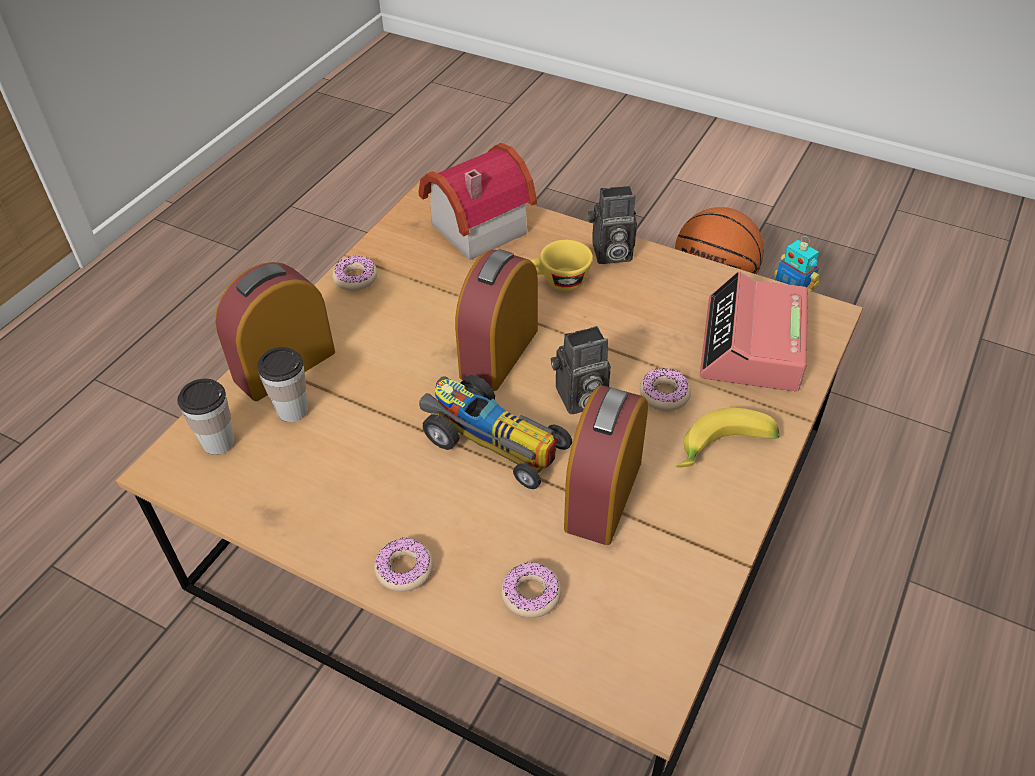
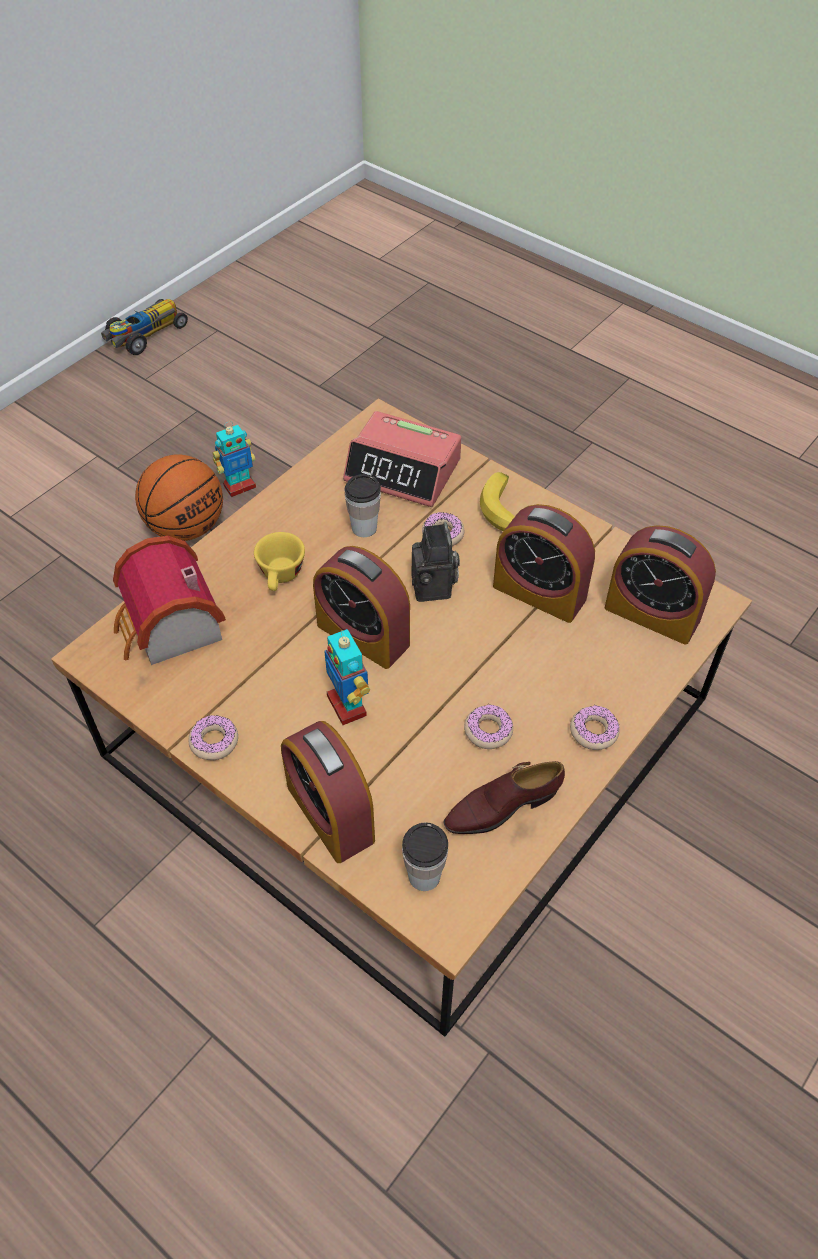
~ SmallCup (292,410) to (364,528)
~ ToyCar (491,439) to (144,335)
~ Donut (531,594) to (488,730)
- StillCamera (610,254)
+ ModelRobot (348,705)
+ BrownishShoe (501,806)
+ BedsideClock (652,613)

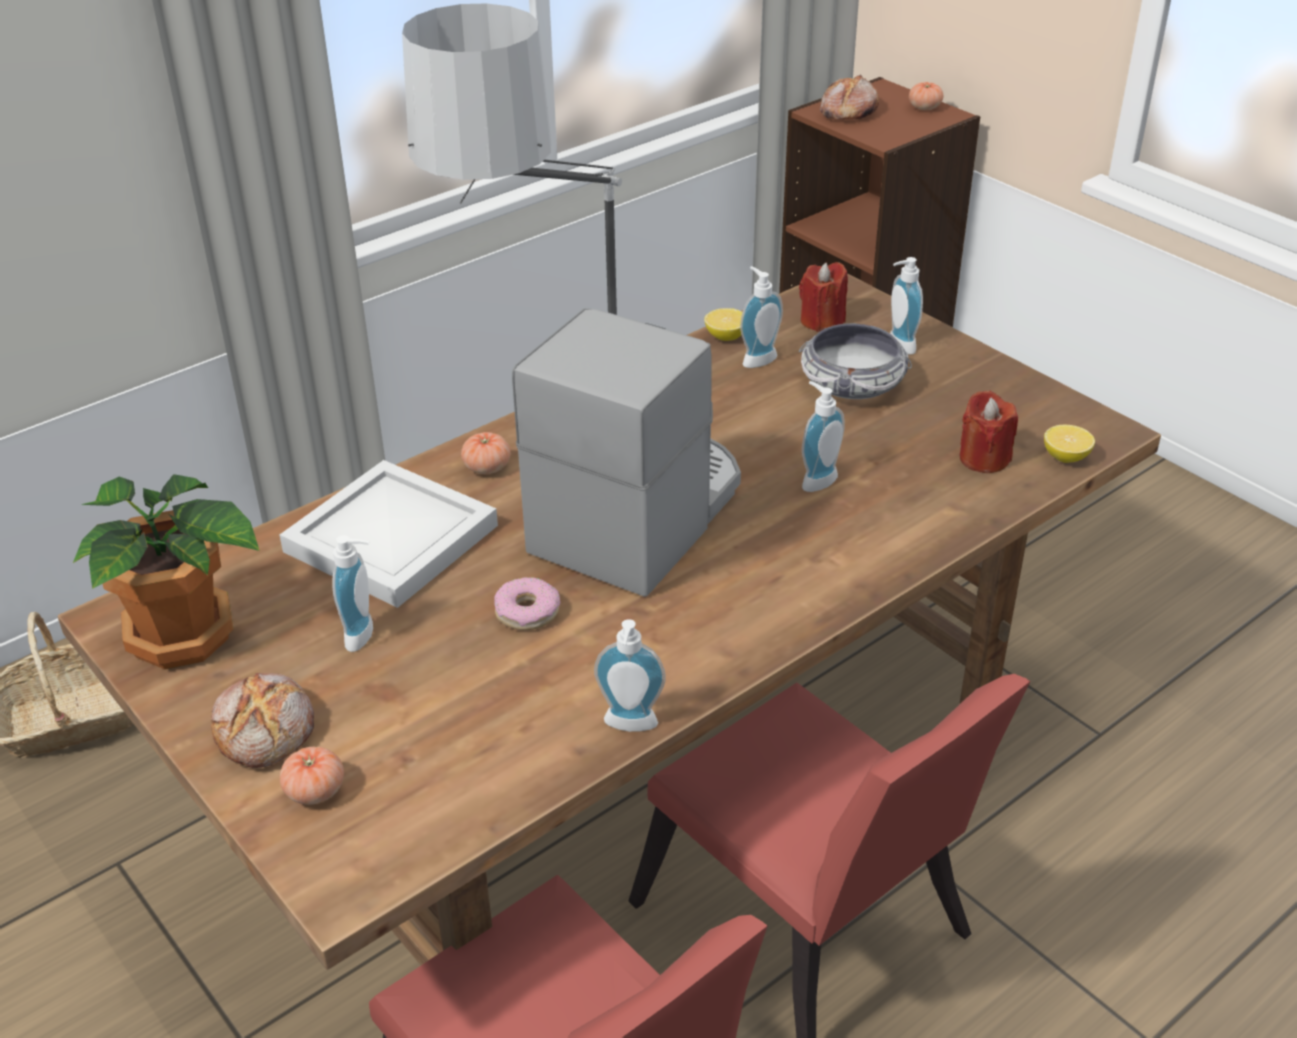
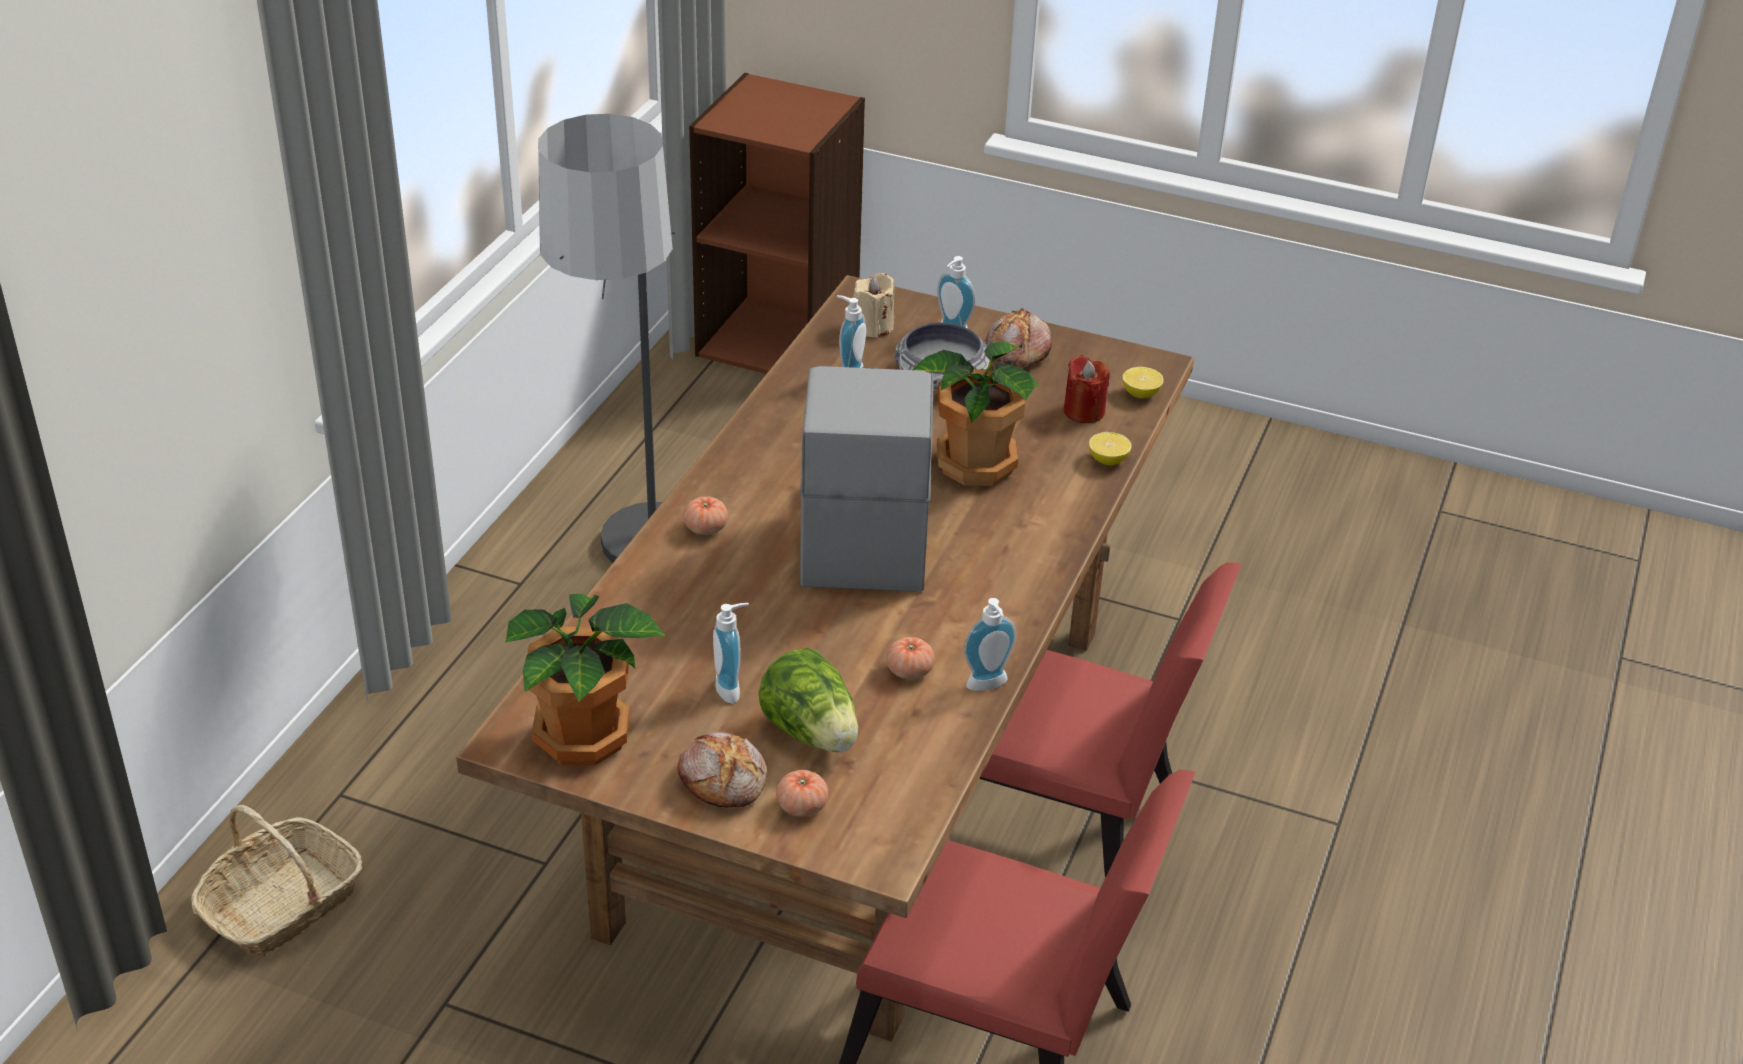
- WhiteTray (391,536)
- Donut (527,612)
~ CitrusFruit (725,337) to (1108,460)
~ ReddishCandle (822,321) to SandColouredCandle (873,327)
~ LiquidSoapBottle (816,479) to Houseplant (974,463)
~ BakedBread (847,111) to (1017,350)
~ WholeTomato (924,107) to (909,671)
+ Lettuce (812,732)

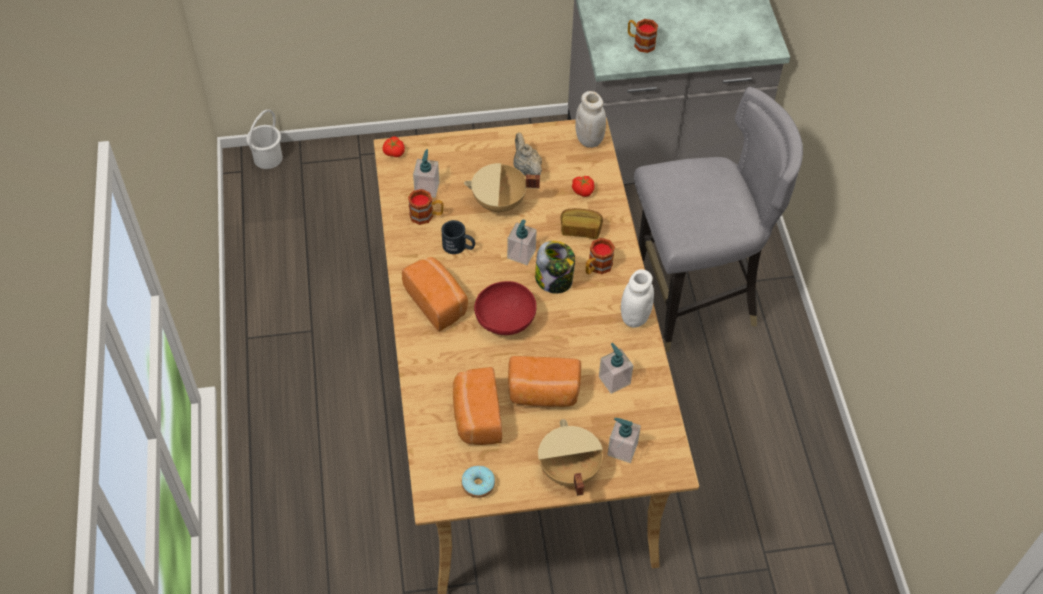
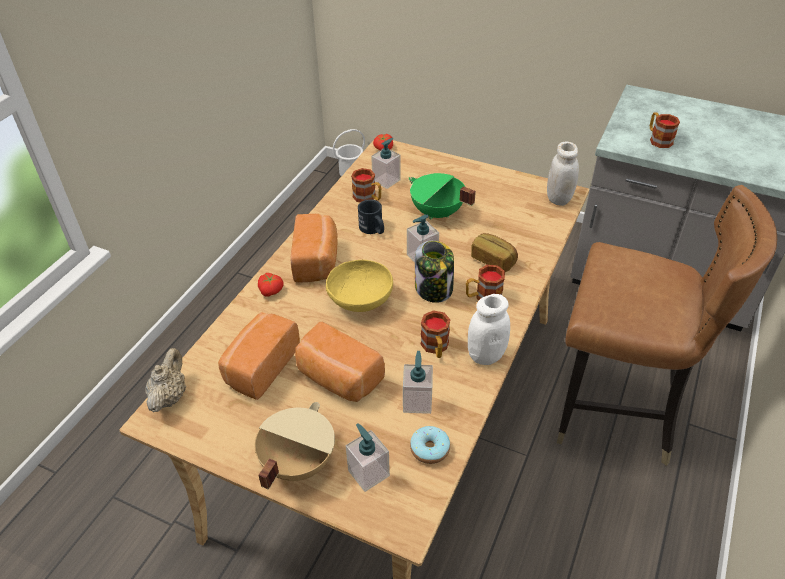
~ Donut (478,484) to (429,449)
~ SandColouredStockpot (499,203) to GreenishStockpot (437,213)
~ ReddishDeepDish (505,321) to YellowishDeepDish (360,301)
~ SandColouredTeapot (526,168) to (170,396)
~ WholeTomato (583,190) to (271,290)
~ GrayPlainChair (693,301) to BrownishPlainChair (614,413)
+ Mug (435,348)

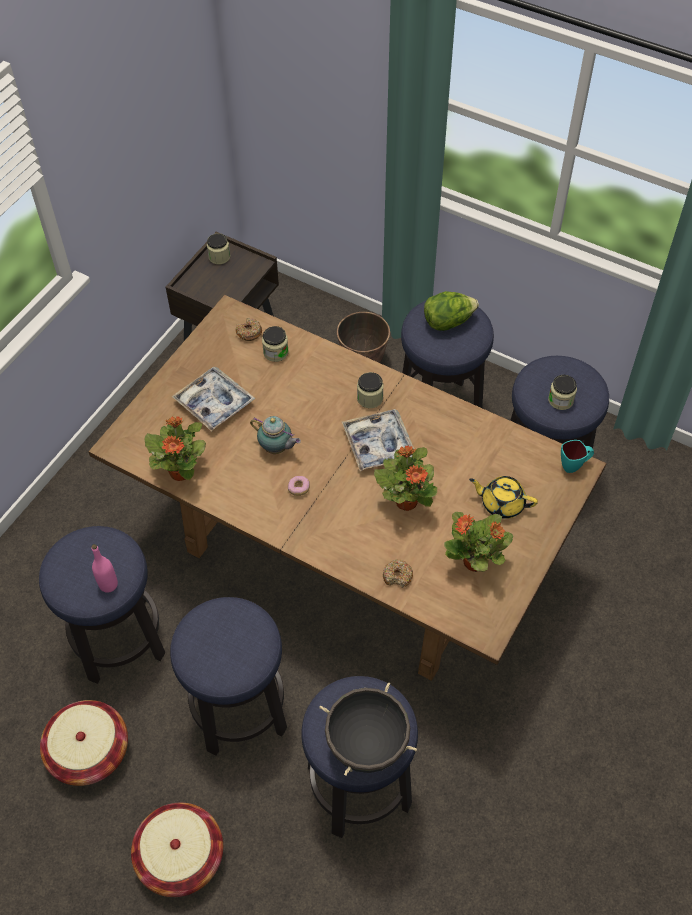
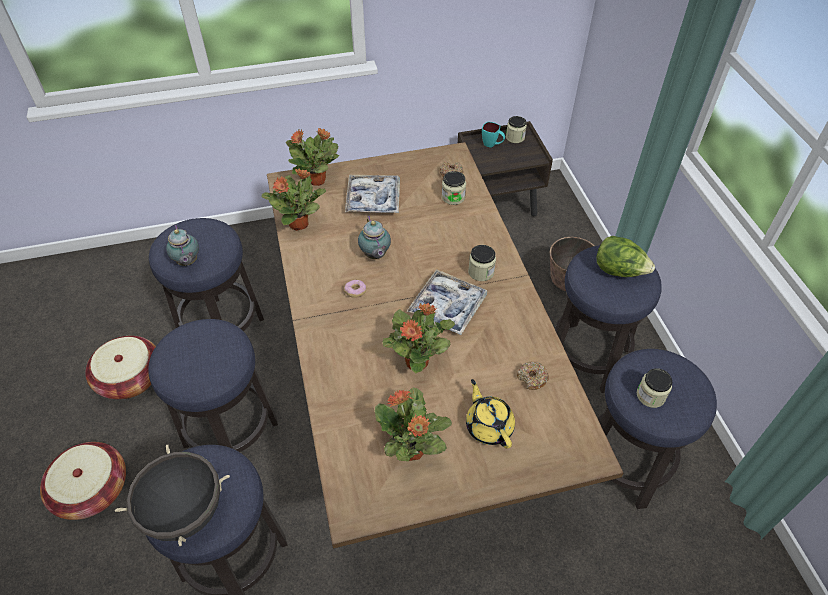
~ PinkishDrinkBottle (108,585) to Teapot (187,262)
~ Donut (397,576) to (532,378)
~ BlueGreenMug (574,465) to (492,145)
+ Houseplant (317,180)

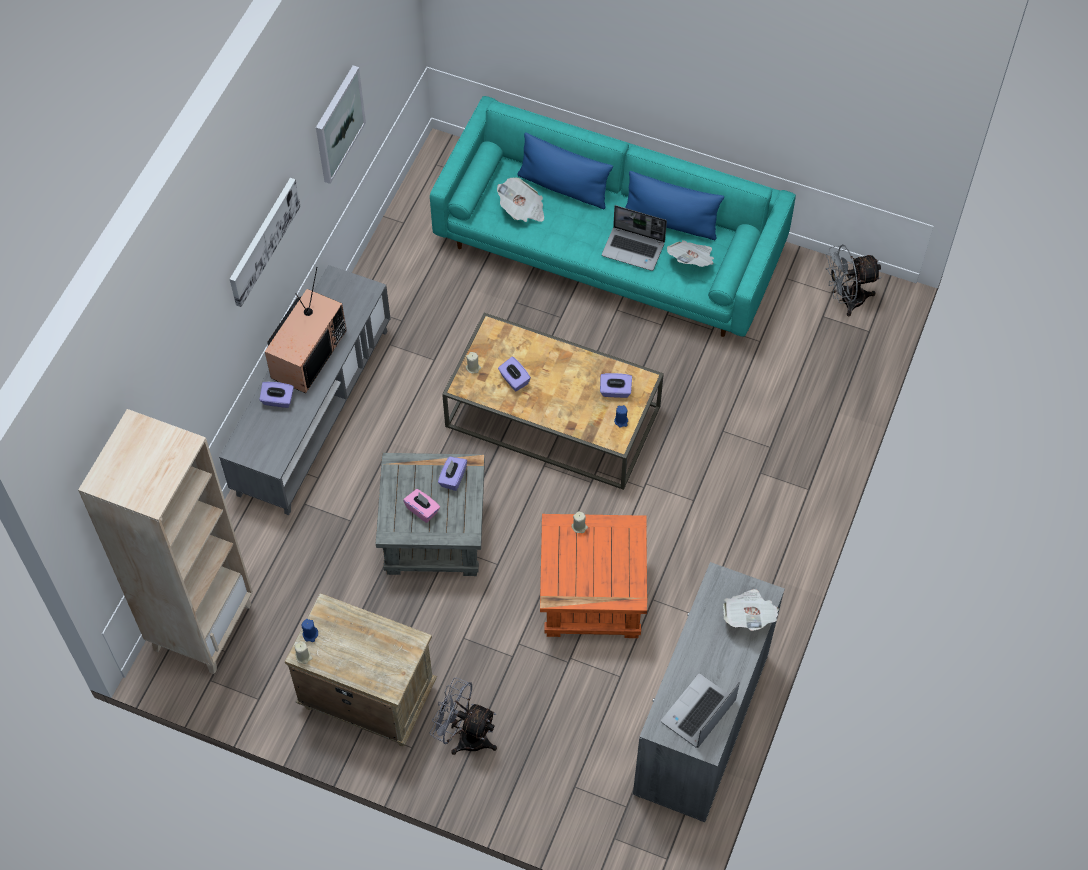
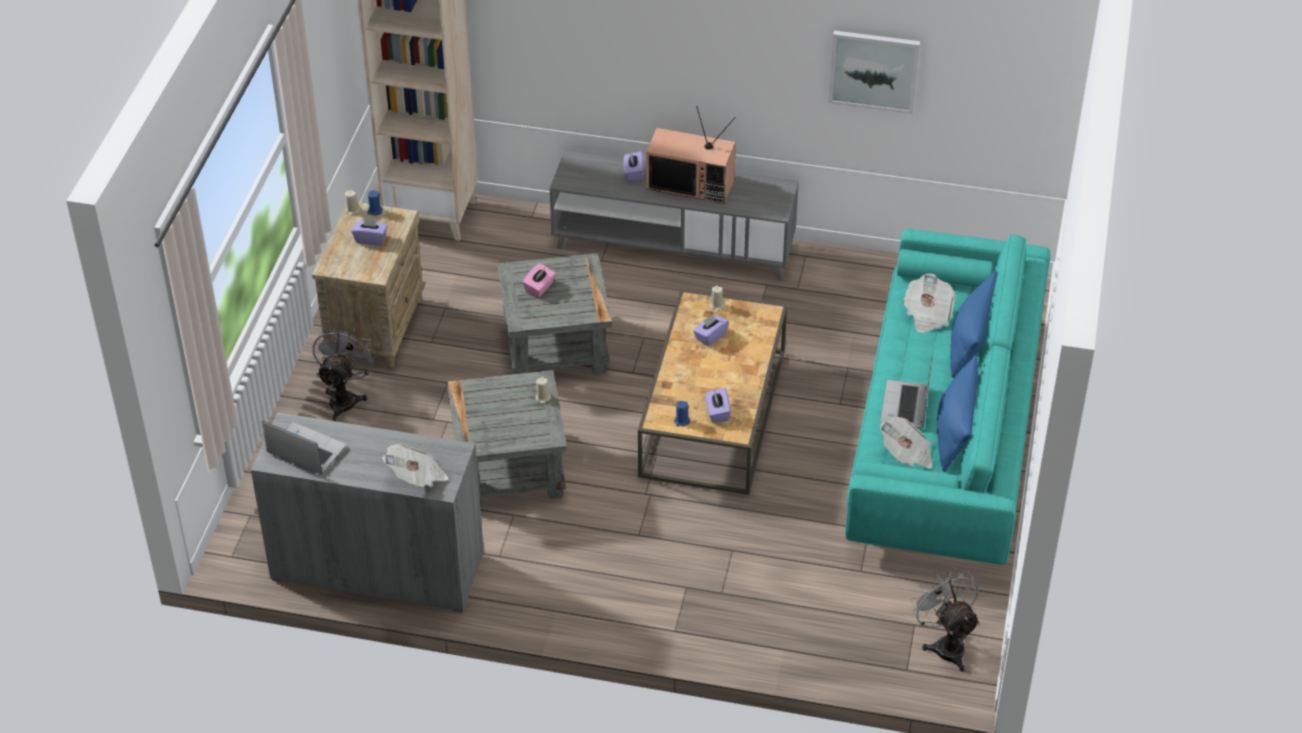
- WallArt (263,240)
~ PurplishTissueHolder (452,478) to (371,239)
~ OrangeAccentTable (591,596) to GrayAccentTable (508,468)

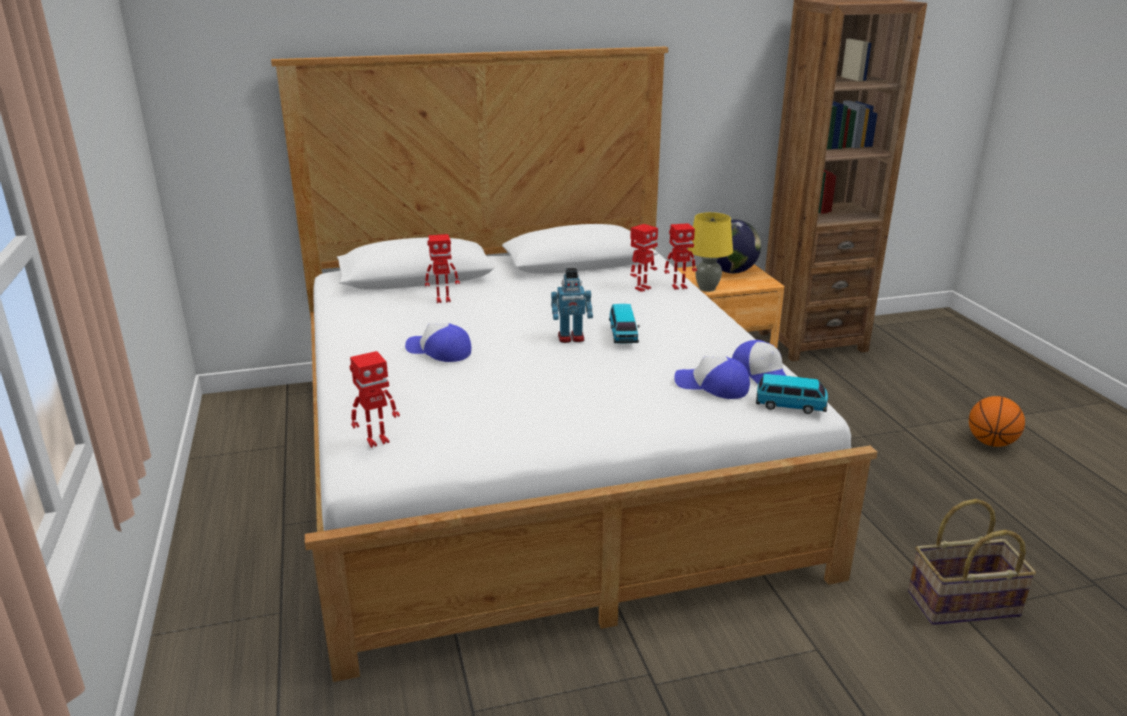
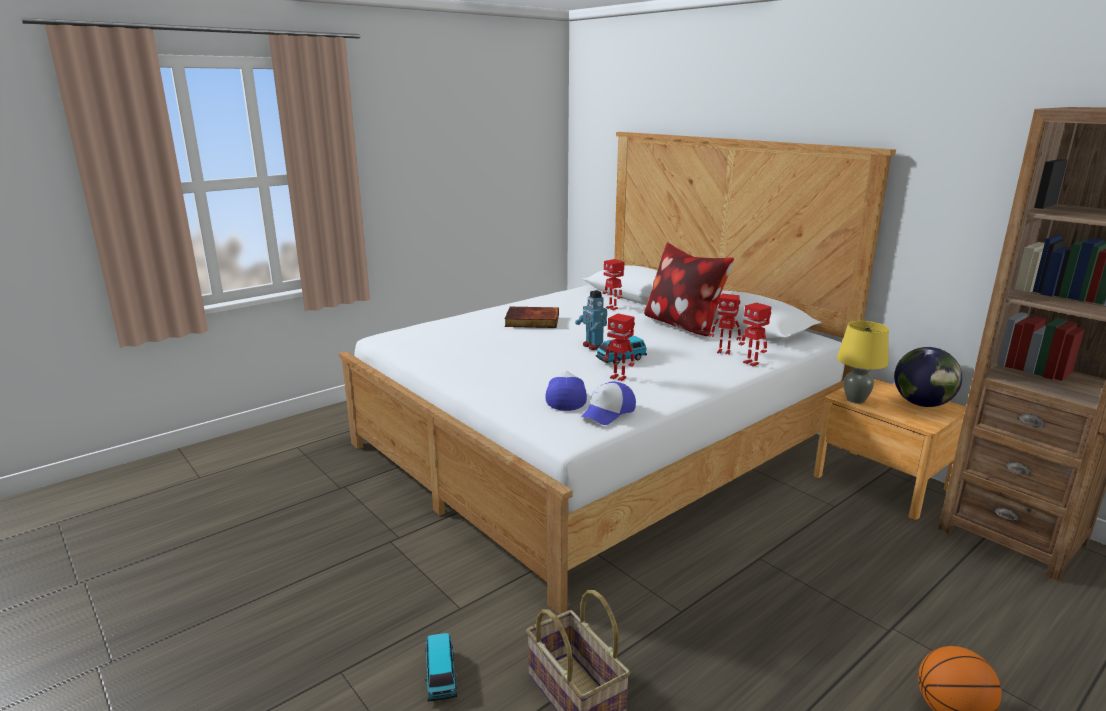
~ ModelRobot (377,441) to (618,377)
~ PeakedCap (439,351) to Book (531,321)
~ ToyCar (790,406) to (441,676)
+ Cushion (682,326)

